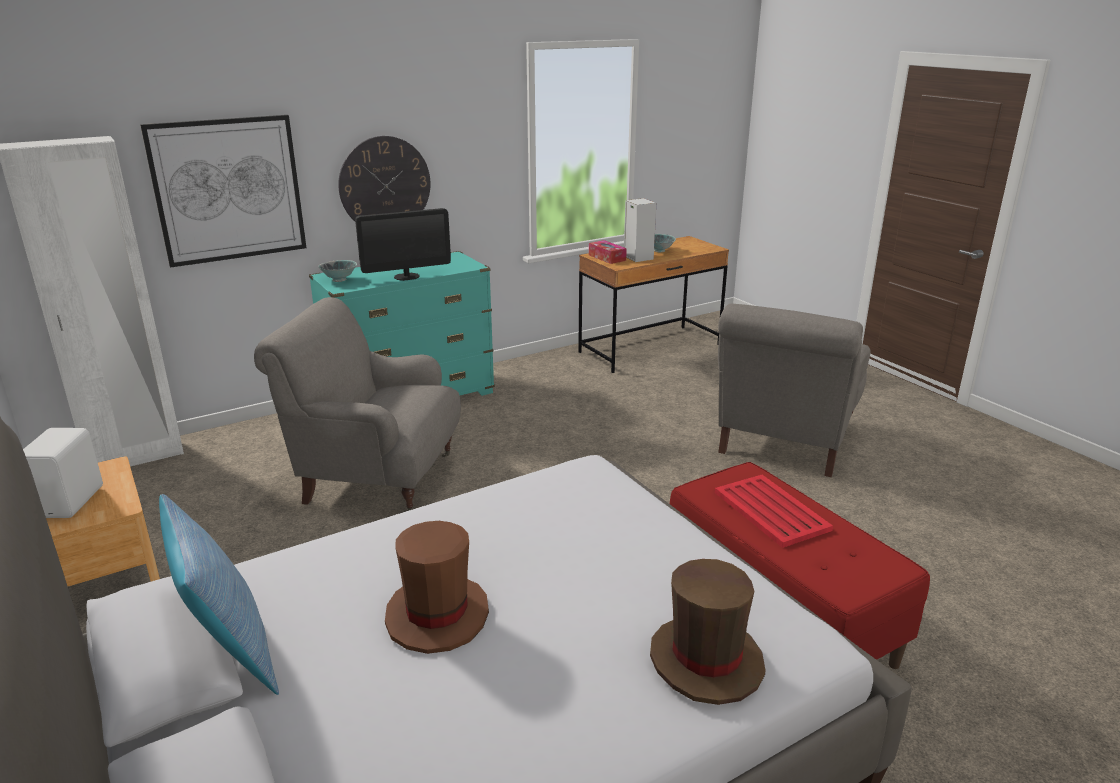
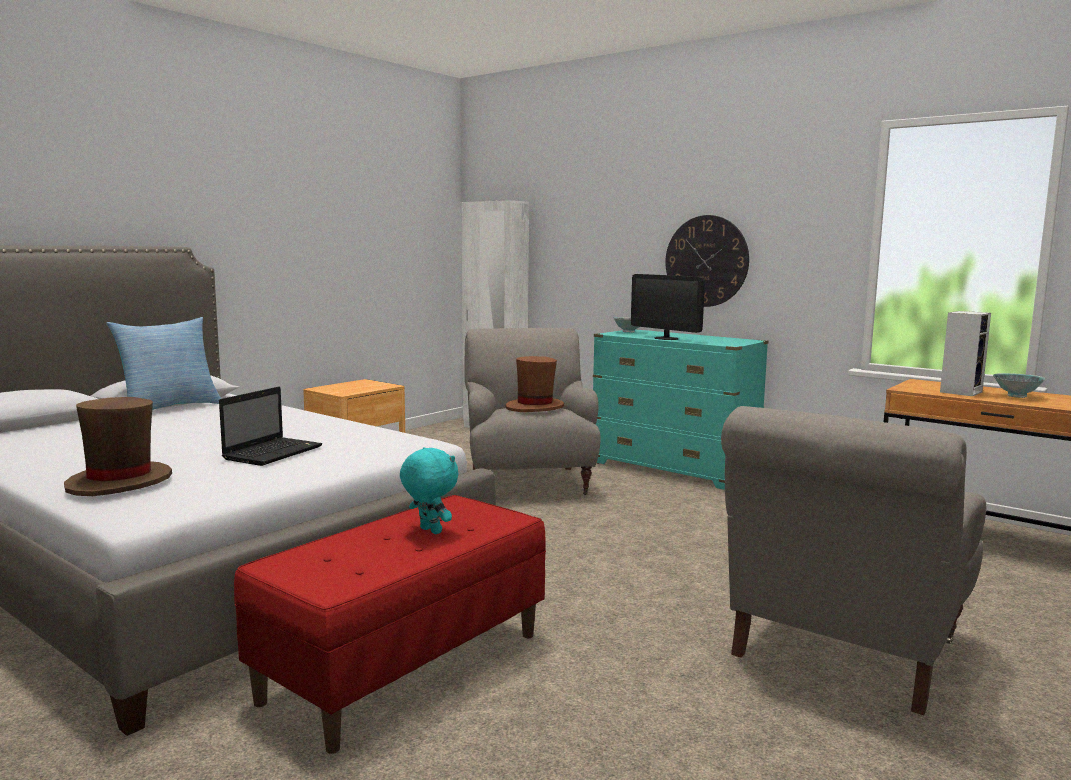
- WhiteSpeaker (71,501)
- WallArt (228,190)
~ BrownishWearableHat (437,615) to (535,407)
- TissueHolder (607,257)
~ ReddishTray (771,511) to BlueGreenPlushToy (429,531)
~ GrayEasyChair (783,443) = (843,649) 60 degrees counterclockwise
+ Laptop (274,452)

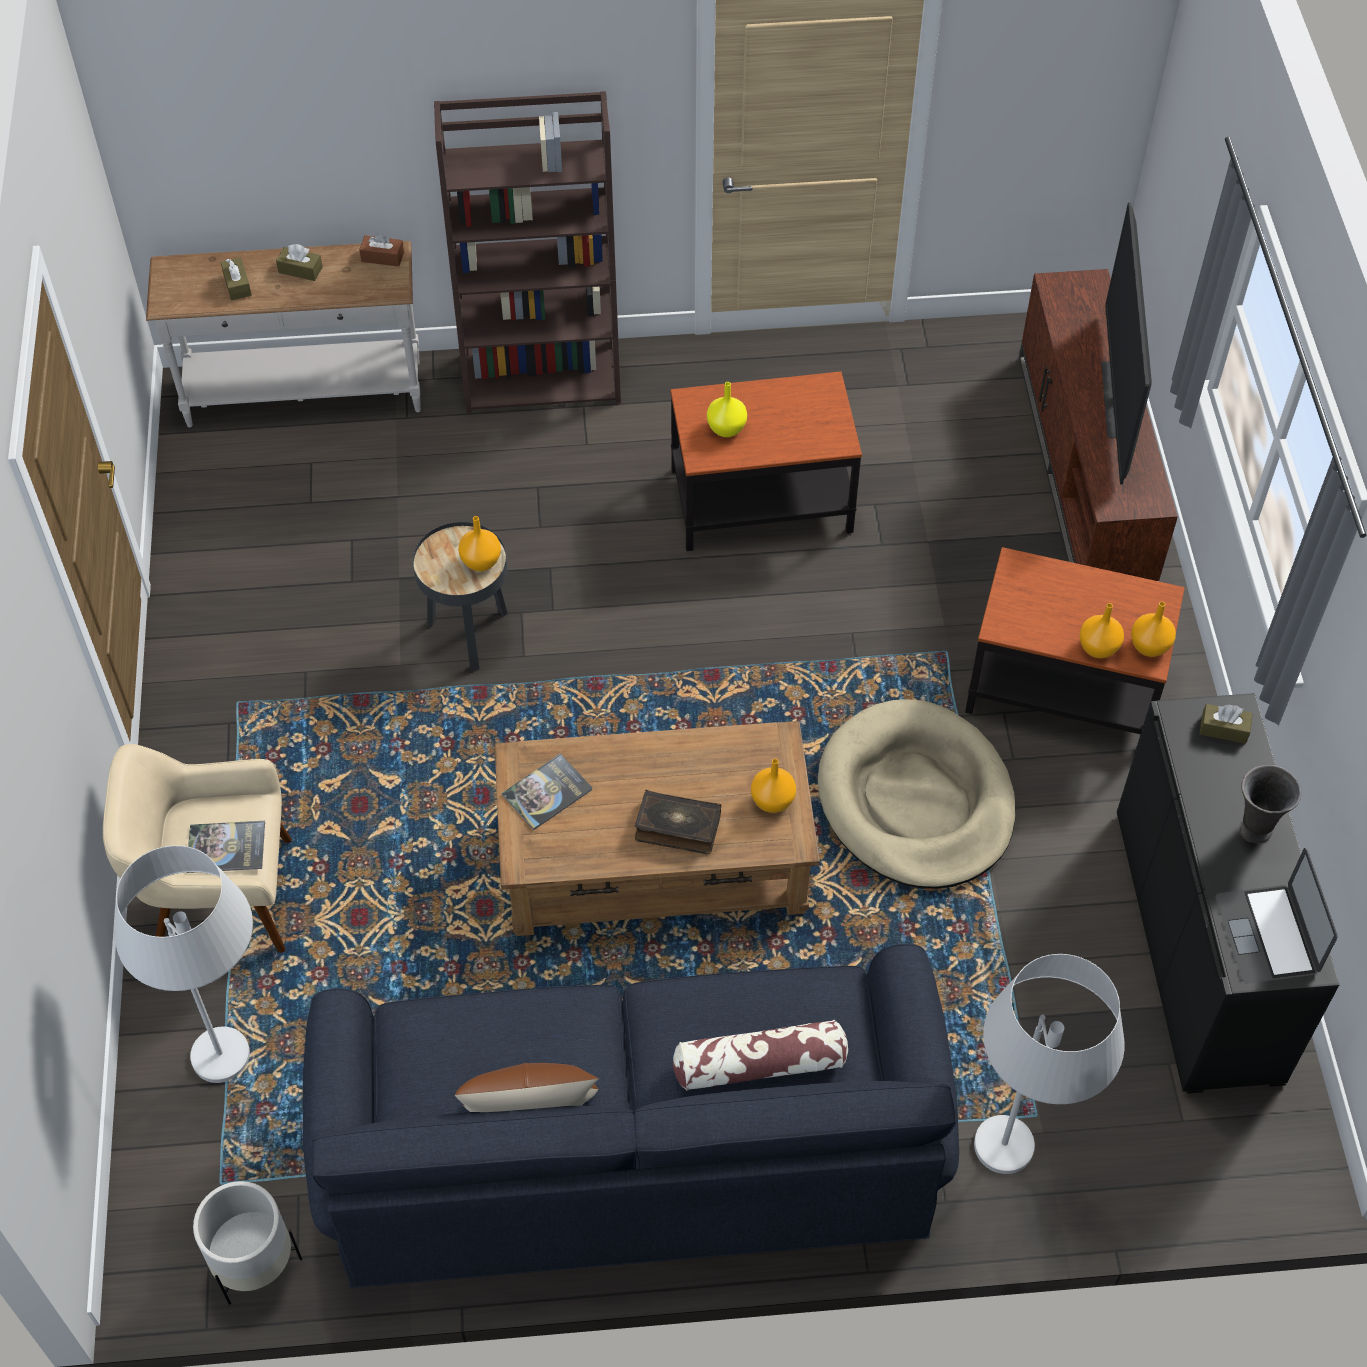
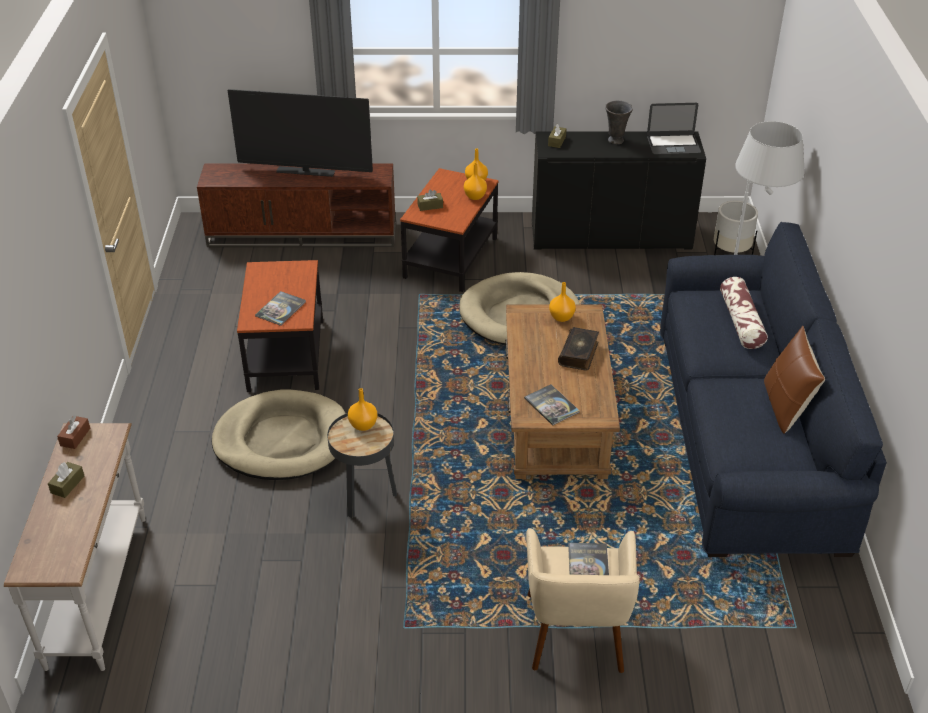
- WhiteStandingLamp (242,1077)
~ WhitePlantPot (254,1262) to (730,254)
~ BrownishTissueHolder (237,285) to (430,206)
- BrownishBookcase (543,377)
~ YellowishVase (726,429) to Book (280,309)
+ SandColouredPetBed (282,440)

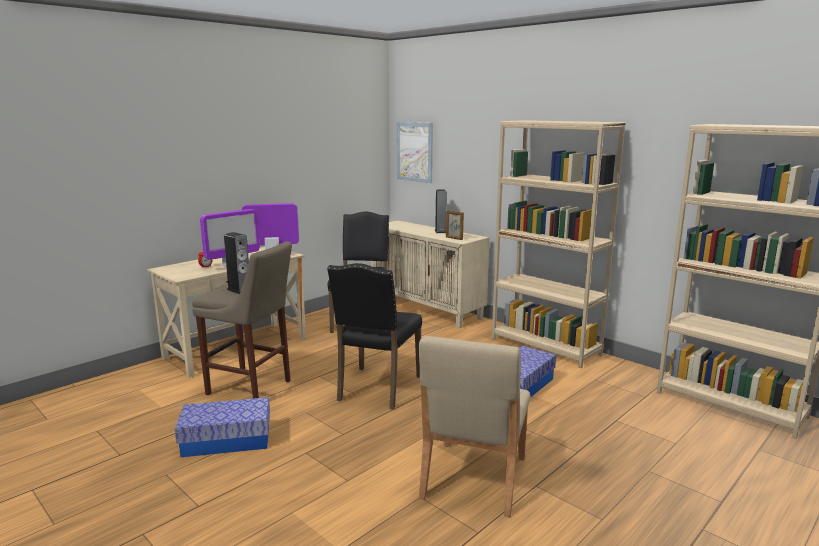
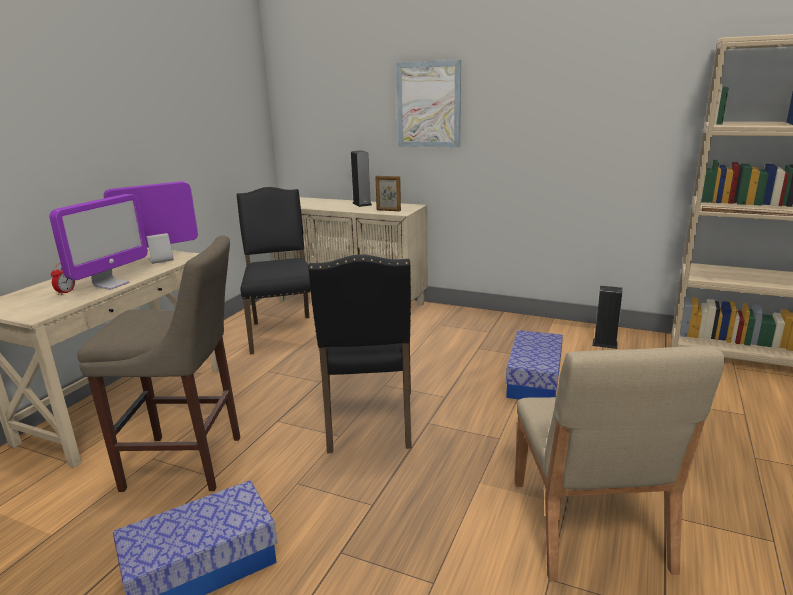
~ Speaker (239,290) to (604,344)
~ WallArt (414,152) to (428,105)
- SandColouredBookcase (545,346)

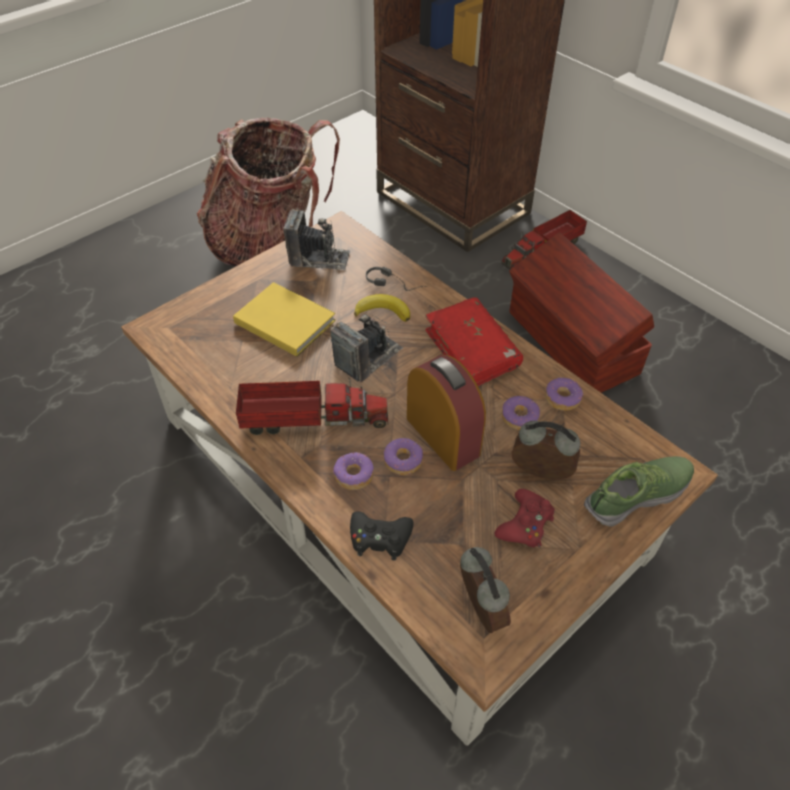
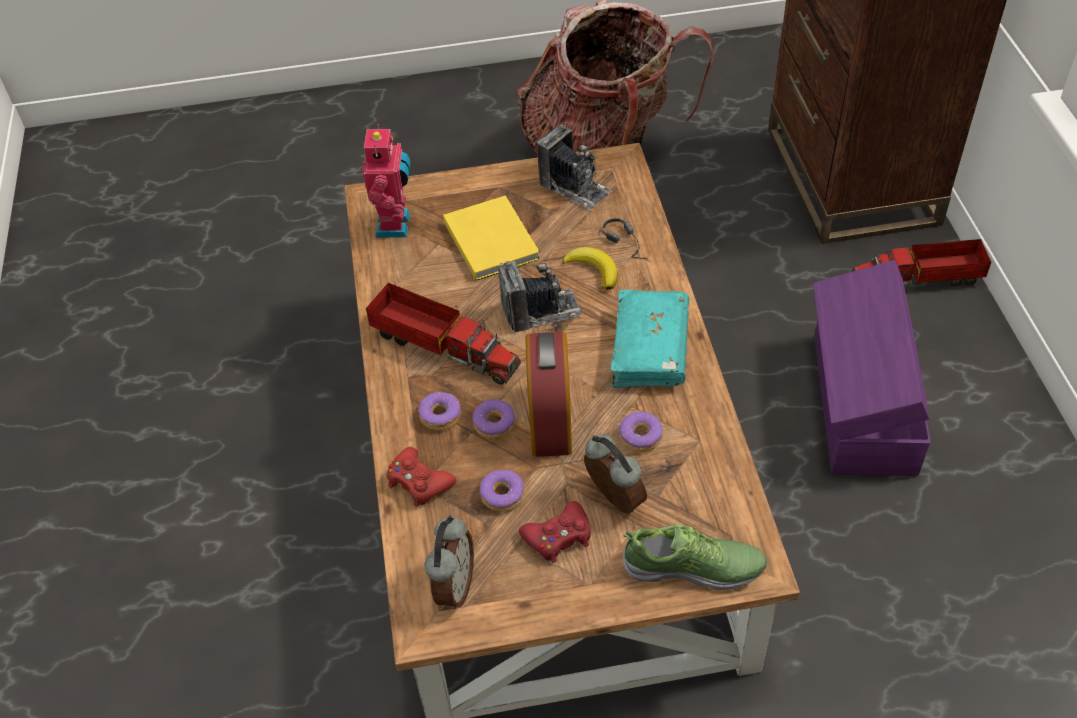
~ BlackColouredGamepad (380,538) to ReddishGamepad (419,482)
~ ReddishBook (472,351) to BlueGreenBook (650,349)
~ BrownishStorageBox (571,344) to PurplishStorageBox (860,404)
~ Donut (562,398) to (502,495)
+ ModelRobot (396,225)

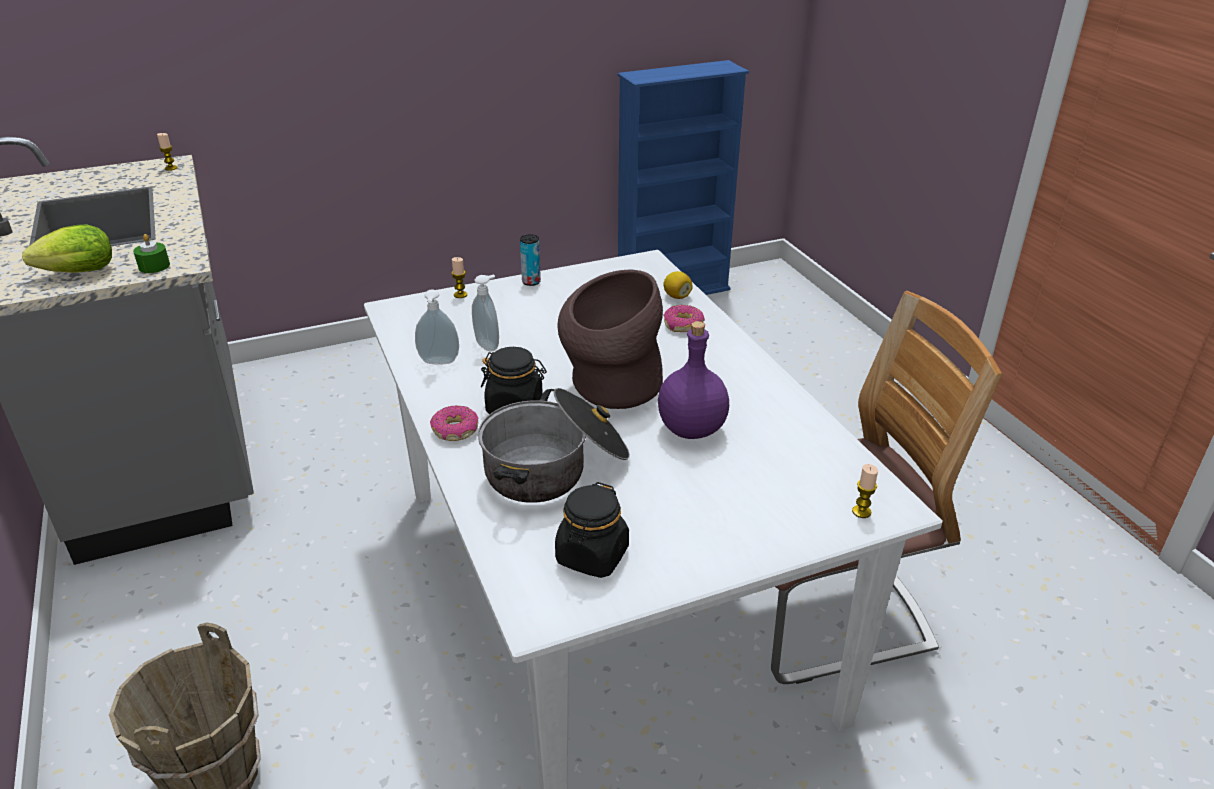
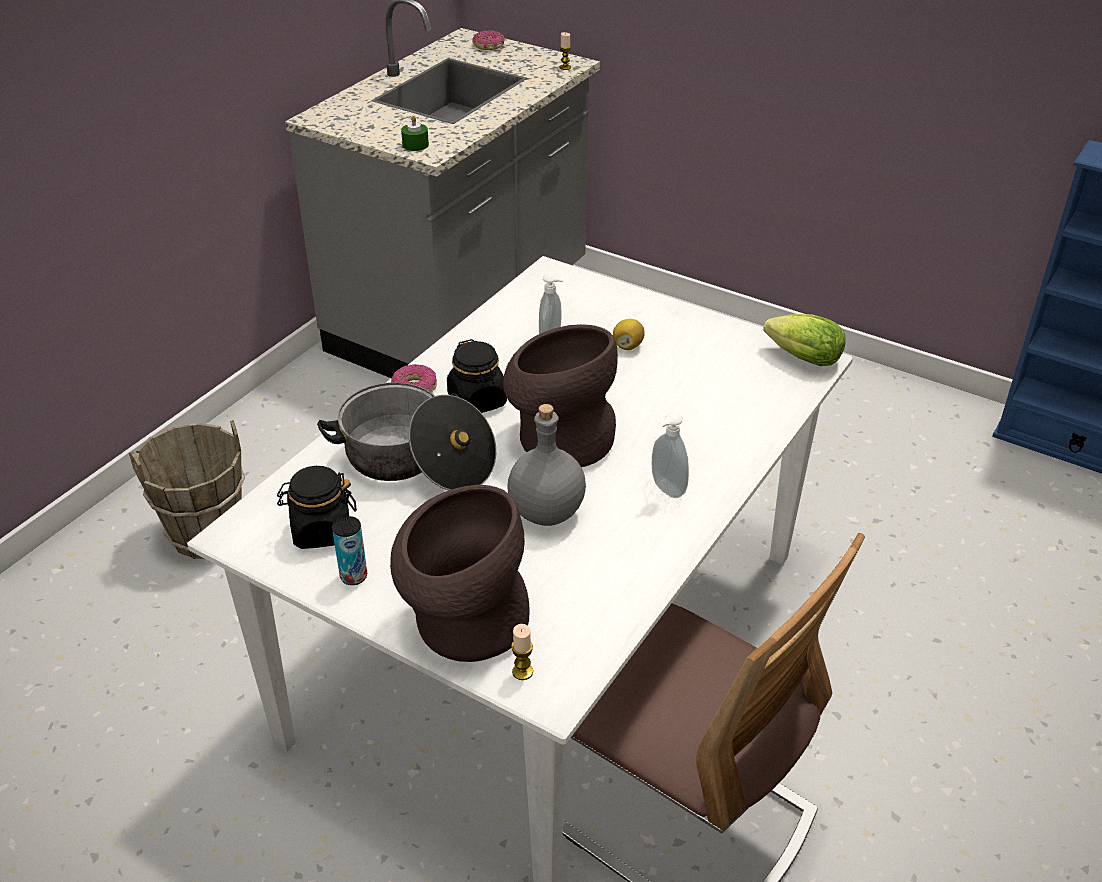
~ Lettuce (74,273) to (799,357)
~ LiquidSoapBottle (438,363) to (666,490)
- Candle (460,295)
~ MetalCan (531,282) to (353,576)
~ PurplishDrinkBottle (690,429) to GrayDrinkBottle (546,511)
~ CitrusFruit (677,296) to (627,346)
~ Donut (683,325) to (488,46)
+ BrownishVase (462,624)

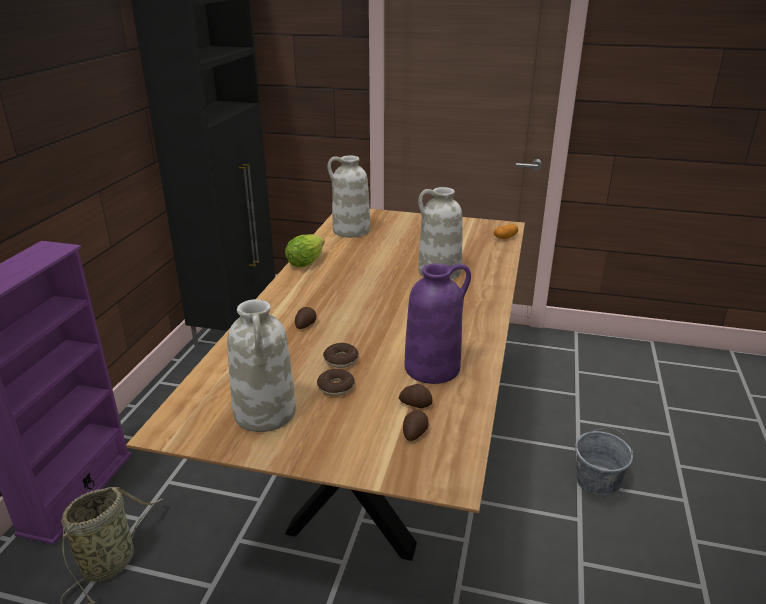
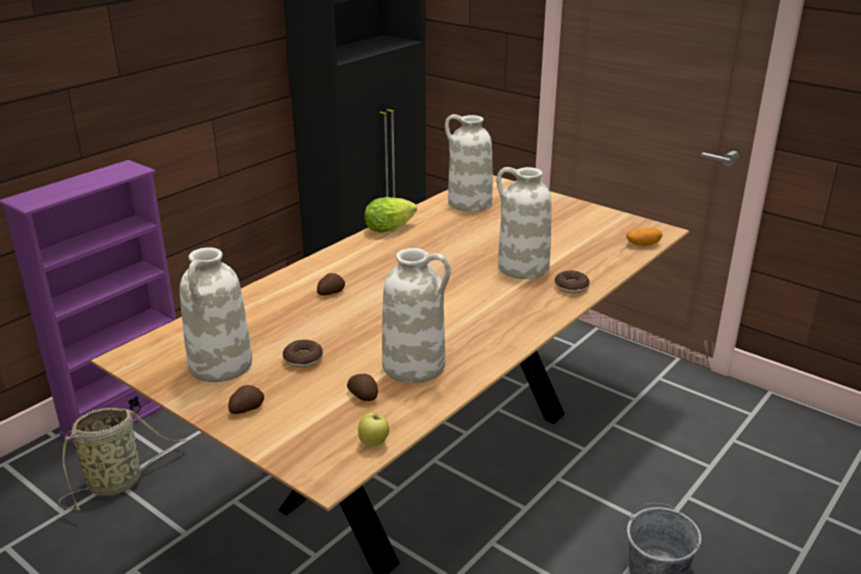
~ Donut (341,360) to (571,287)
~ Potato (414,432) to (246,408)
~ PurplishVase (433,368) to WhiteVase (415,365)
+ Apple (374,443)

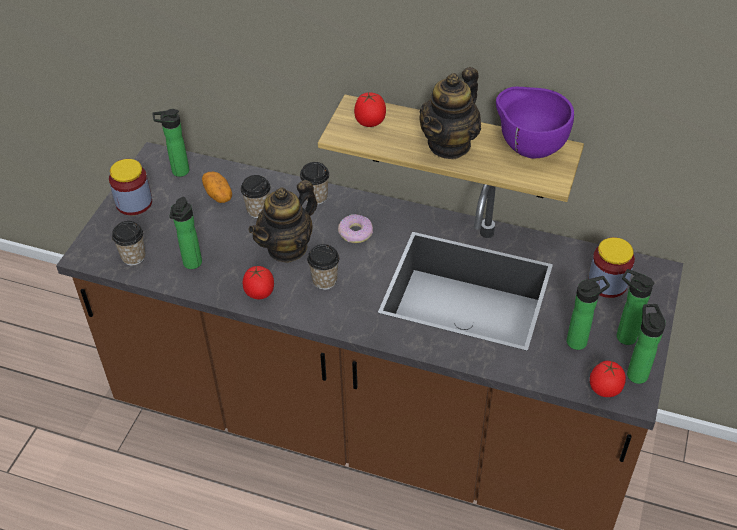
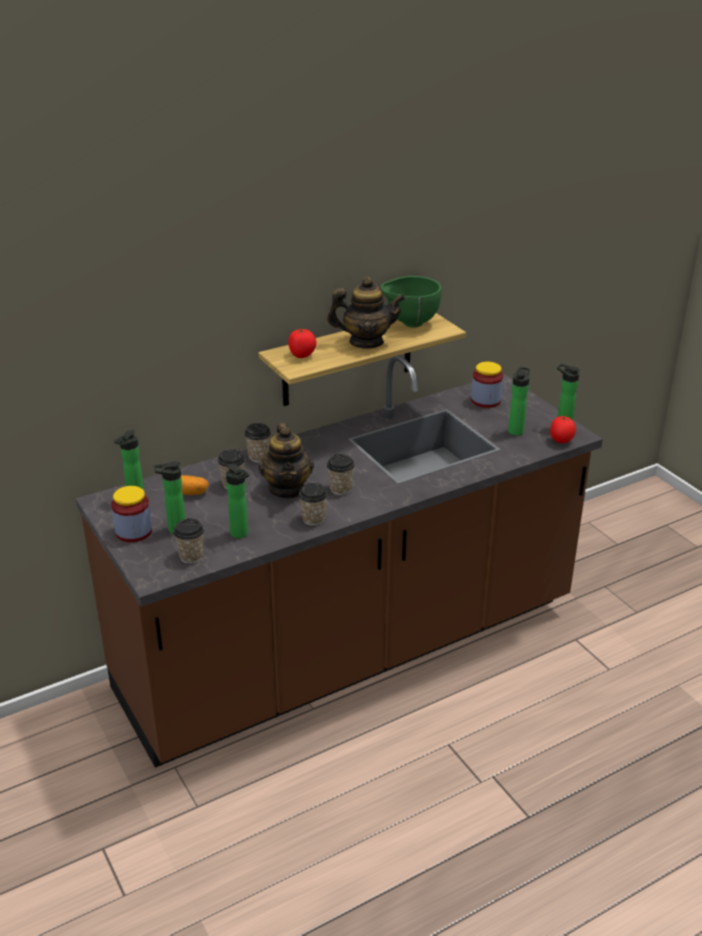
~ WholeTomato (260,294) to SmallCup (313,519)
- Donut (355,233)
~ Teapot (449,144) = (366,342) 75 degrees counterclockwise
~ PurplishDeepDish (528,149) to GreenishDeepDish (409,324)
~ DrinkBottle (623,335) to (174,529)

